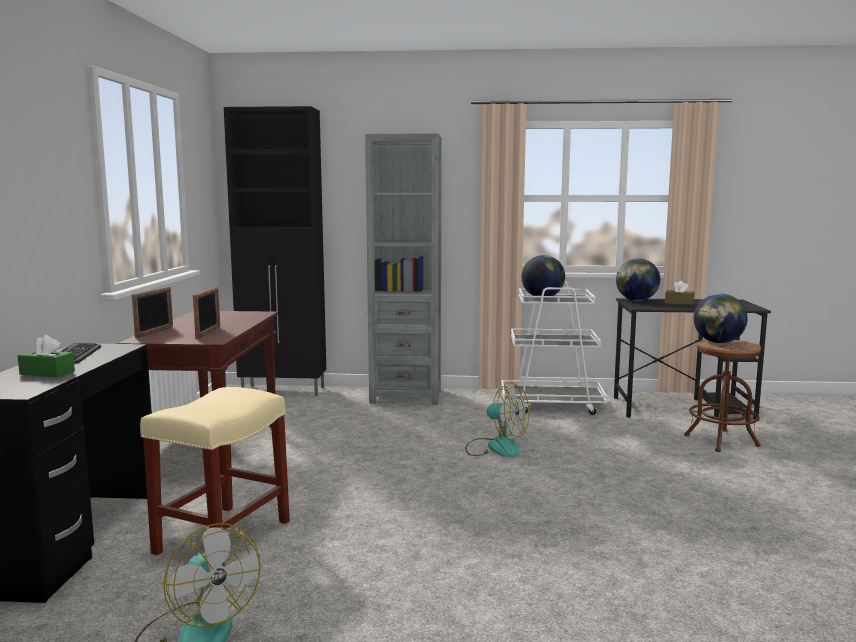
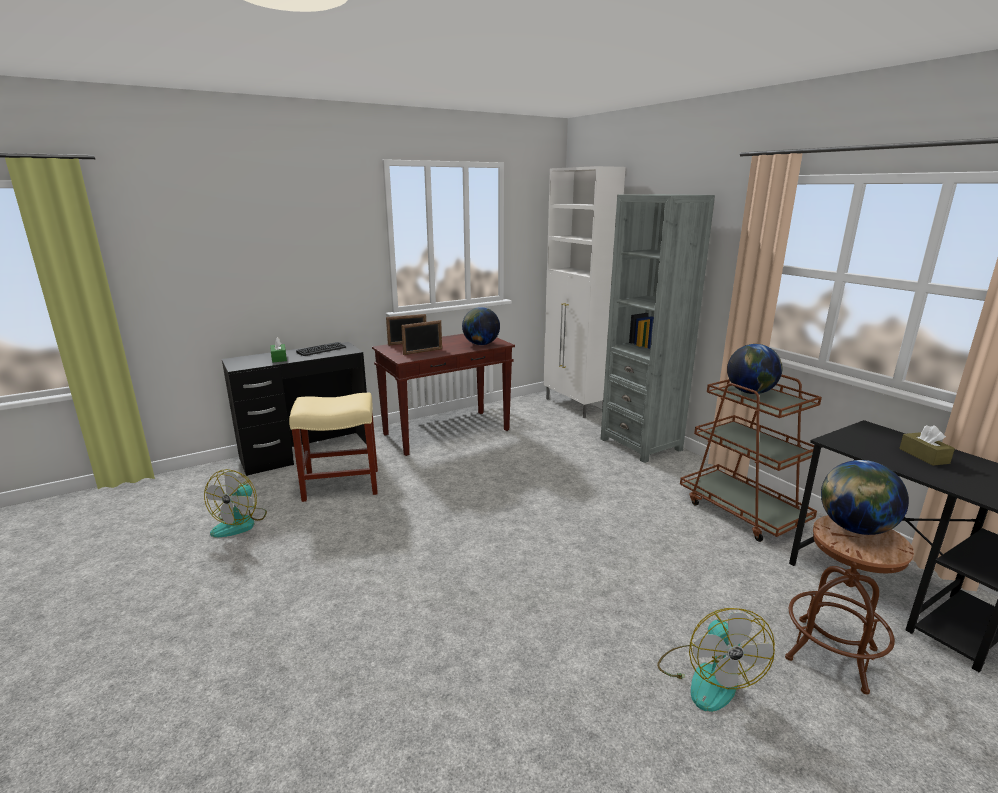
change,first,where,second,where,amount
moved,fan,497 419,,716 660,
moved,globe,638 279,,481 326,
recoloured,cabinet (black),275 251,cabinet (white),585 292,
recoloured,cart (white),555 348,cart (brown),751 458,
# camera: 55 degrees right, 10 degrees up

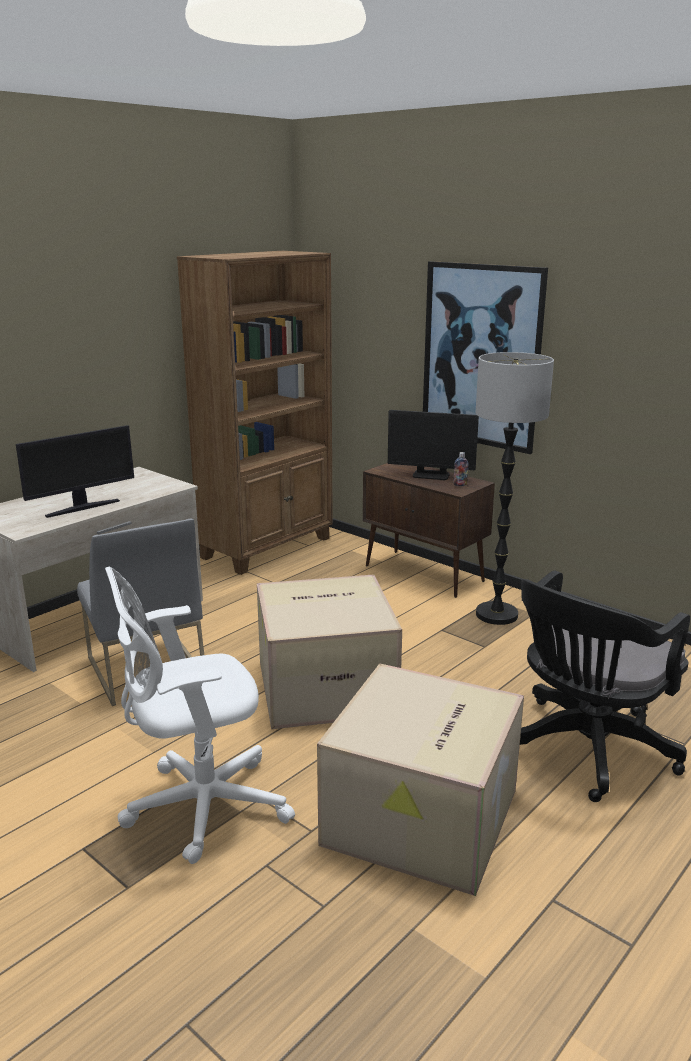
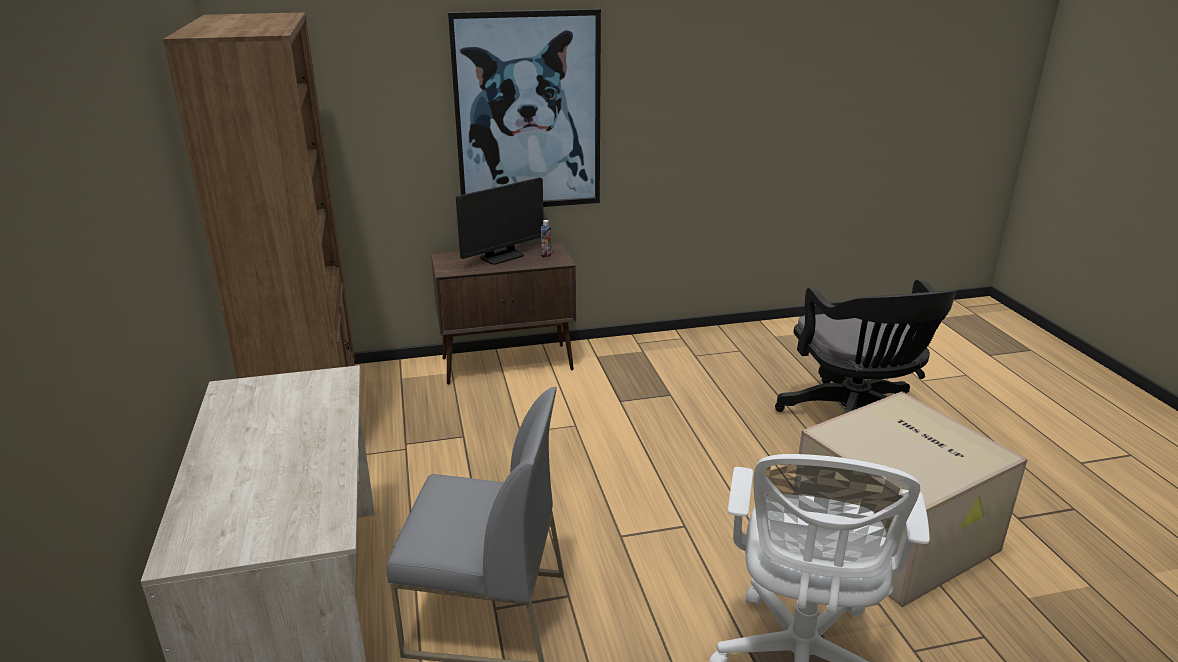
change,first,where,second,where,amount
removed,monitor,75 471,,,
removed,cardboard box,329 651,,,
removed,floor lamp,514 488,,,
# camera: 55 degrees left, 5 degrees up

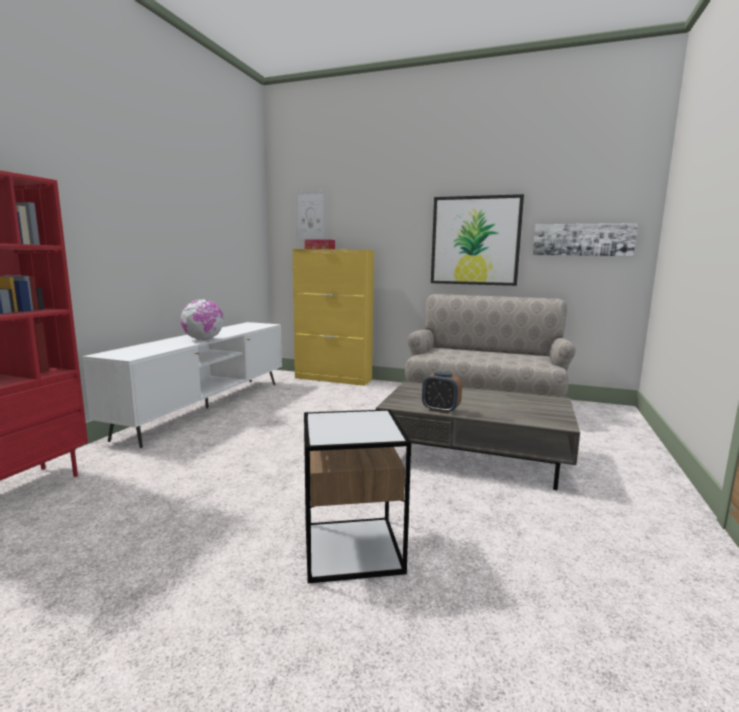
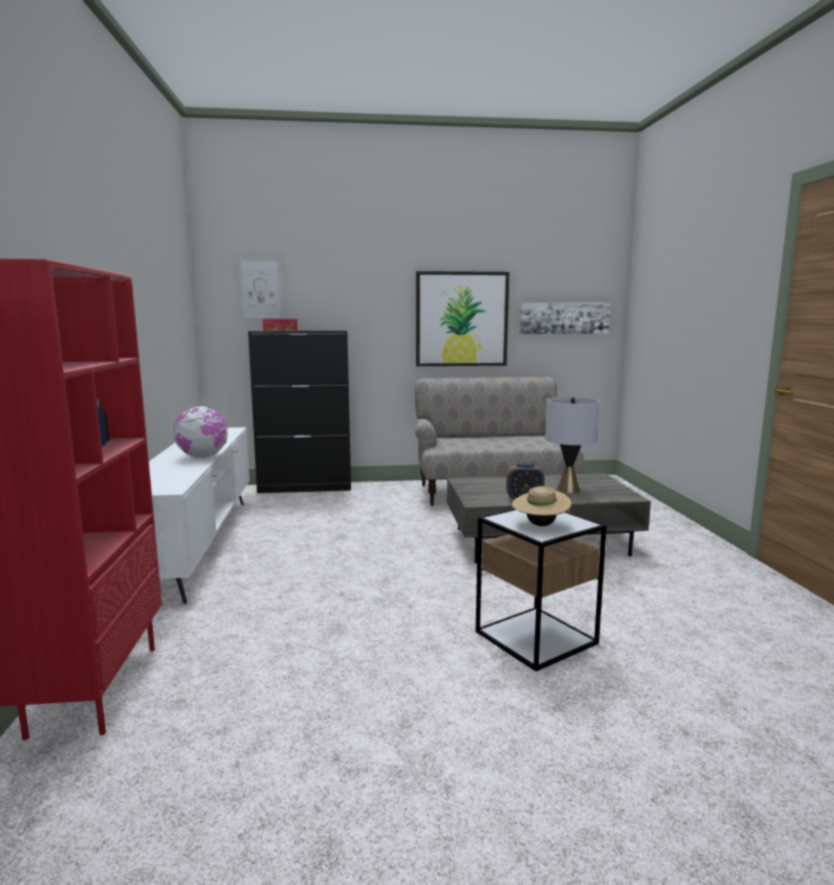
change,first,where,second,where,amount
added,,,hat (beige),541 505,
added,,,table lamp (grey),572 445,
recoloured,cabinet (yellow),333 317,cabinet (black),299 411,
# camera: 25 degrees left, 0 degrees up

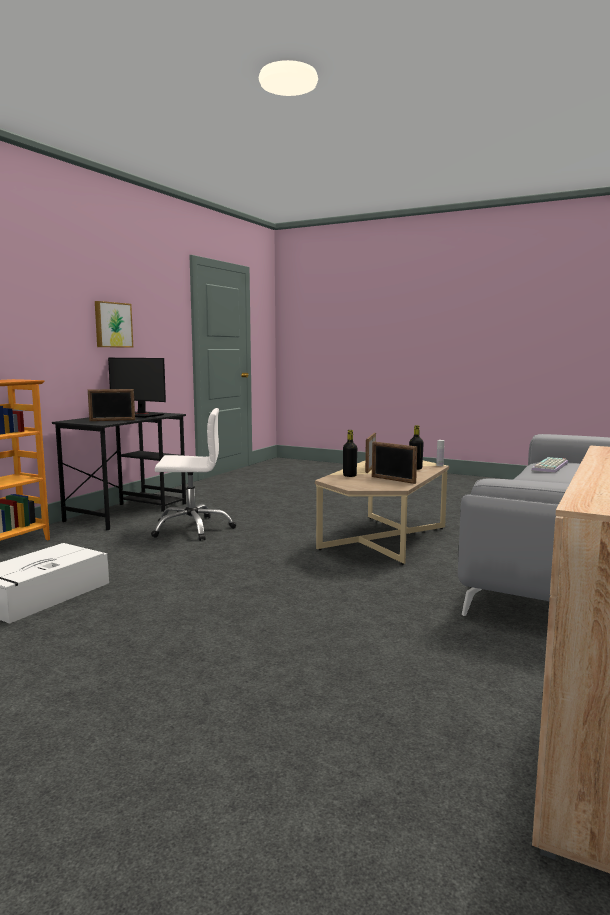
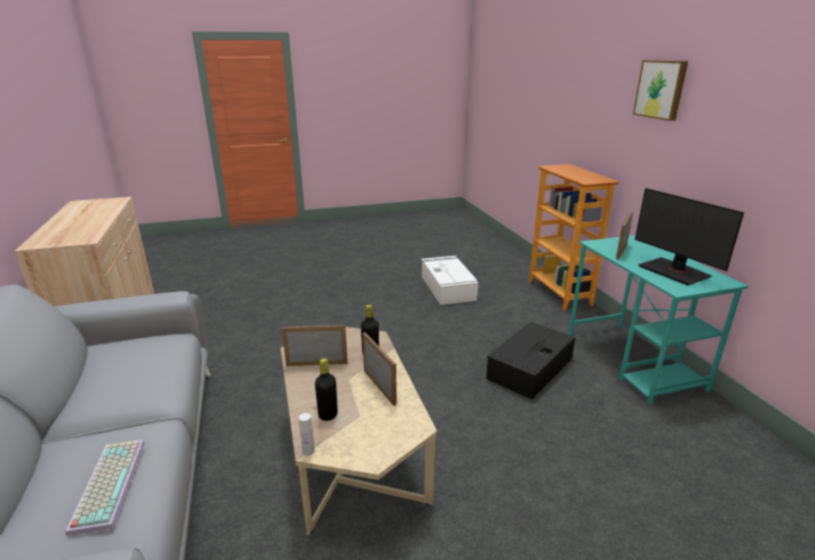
change,first,where,second,where,amount
moved,picture,114 324,,660 90,
replaced,office chair (white),193 474,storage box (black),530 360,
recoloured,desk (black),119 470,desk (turquoise),658 320,
turned,monitor,137 388,,689 236,105 degrees counterclockwise
# camera: 135 degrees right, 15 degrees up

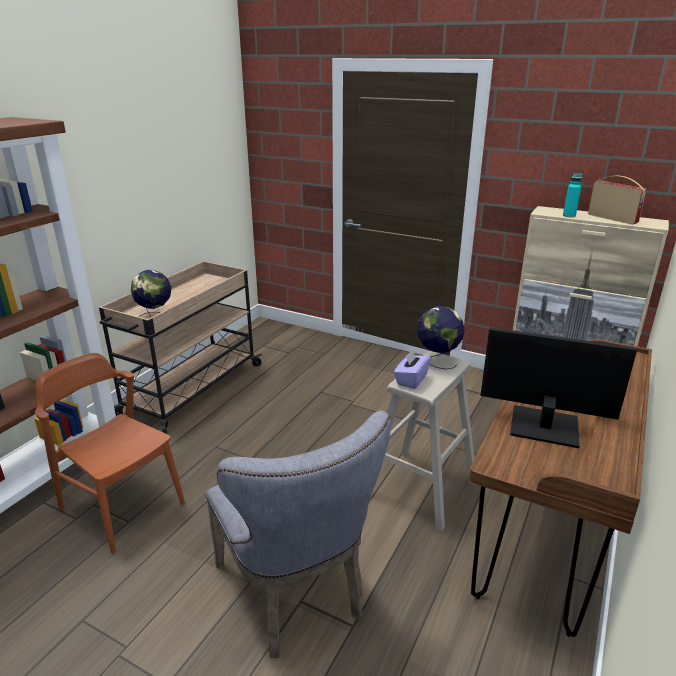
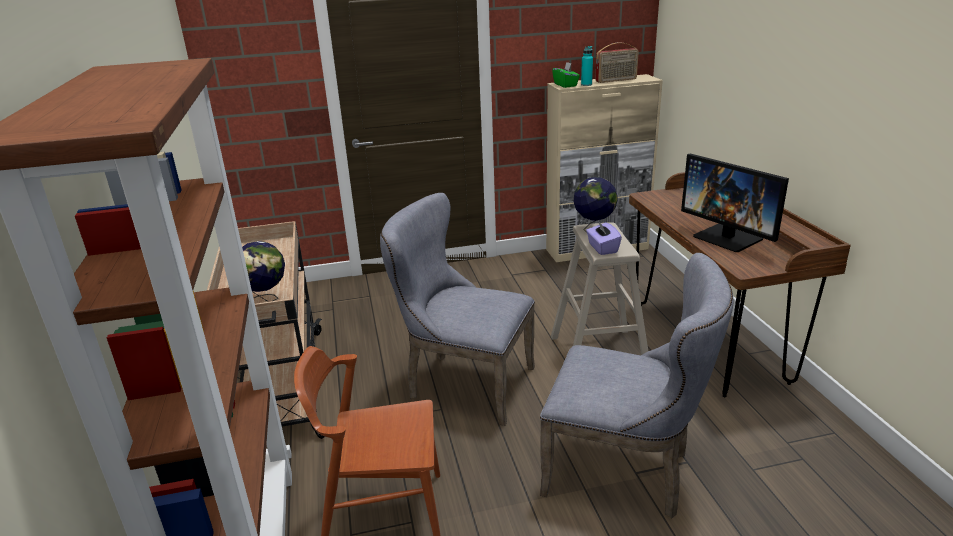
change,first,where,second,where,amount
added,,,chair (grey),457 309,
added,,,tissue box (green),566 75,
turned,monitor,558 387,,735 202,105 degrees counterclockwise
turned,radio,617 200,,617 62,150 degrees clockwise
# camera: 40 degrees left, 0 degrees up

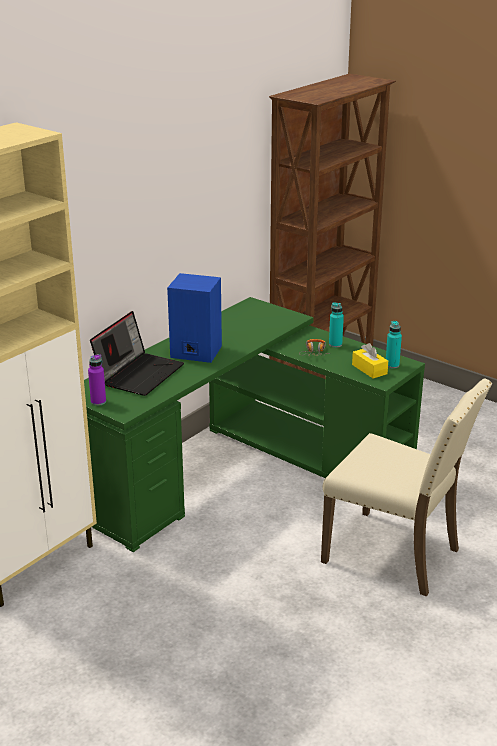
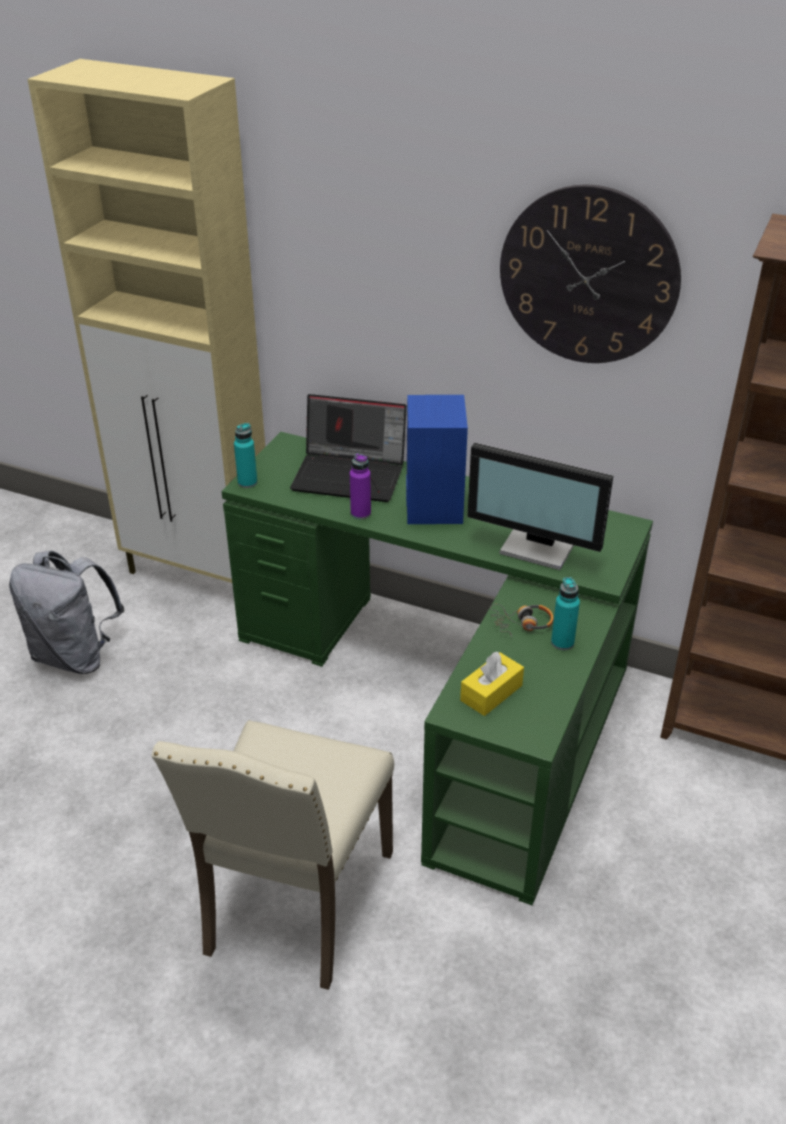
change,first,where,second,where,amount
added,,,backpack (grey),67 612,
added,,,monitor,540 506,
added,,,wall clock,590 274,
moved,bottle (purple),97 380,,360 486,
moved,bottle (turquoise),394 345,,245 455,
# camera: 75 degrees right, 10 degrees up

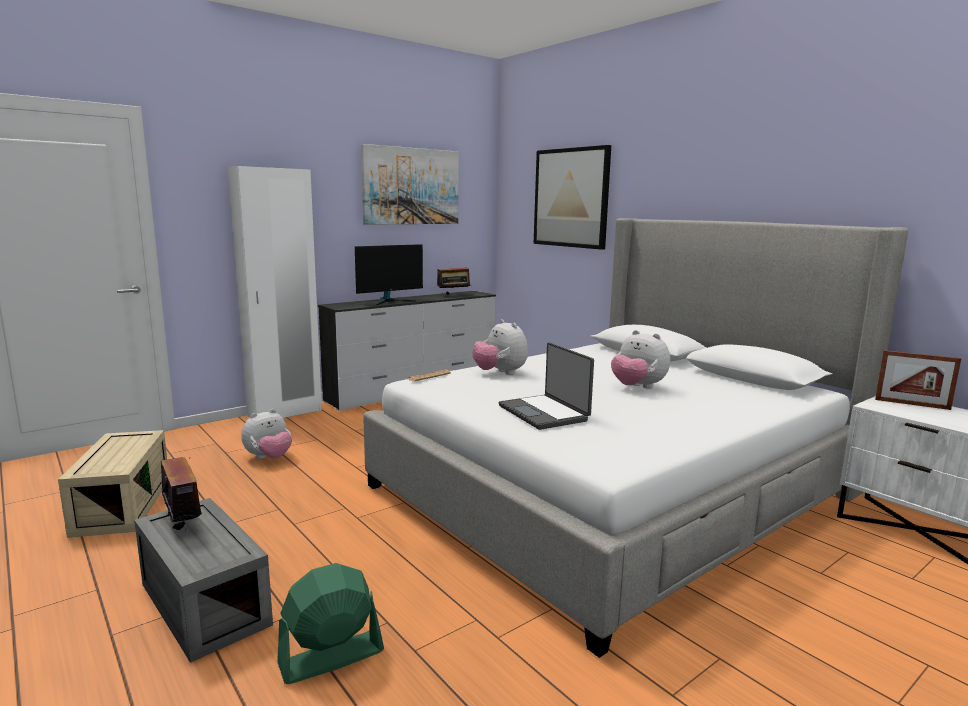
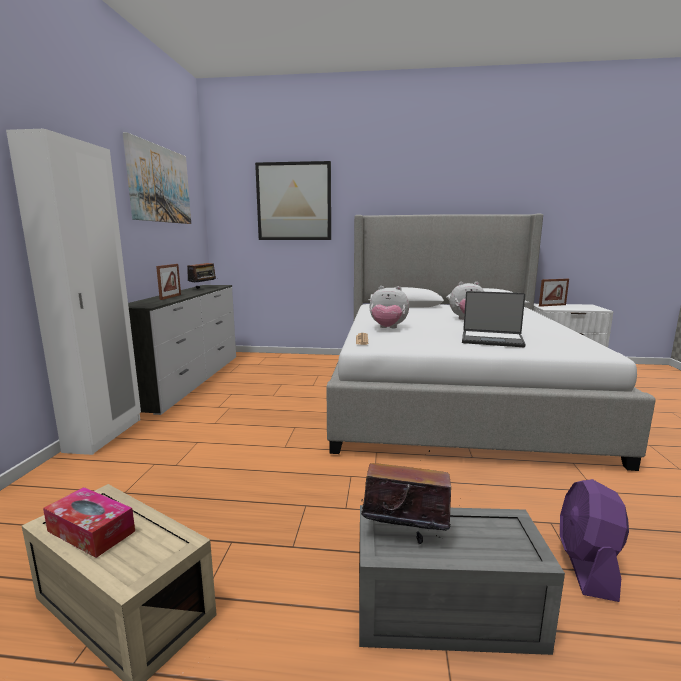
change,first,where,second,where,amount
removed,plush toy,266 434,,,
added,,,tissue box,89 522,
replaced,monitor,389 274,picture frame,168 282,
recoloured,fan (green),330 623,fan (purple),594 540,
# camera: 45 degrees left, 0 degrees up

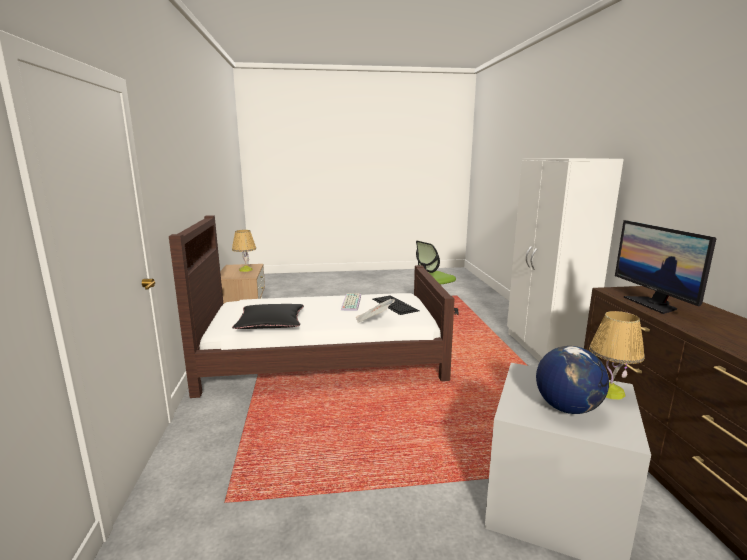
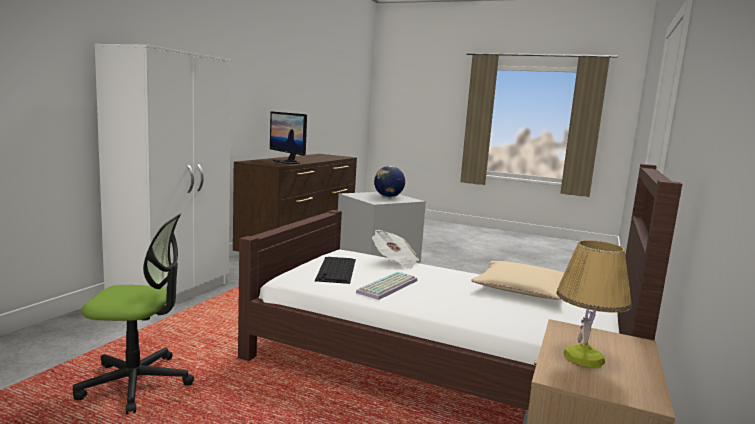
change,first,where,second,where,amount
removed,table lamp,617 355,,,
recoloured,pillow (black),268 316,pillow (beige),517 280,
turned,monitor,666 267,,288 137,120 degrees clockwise
# camera: 150 degrees left, 5 degrees down

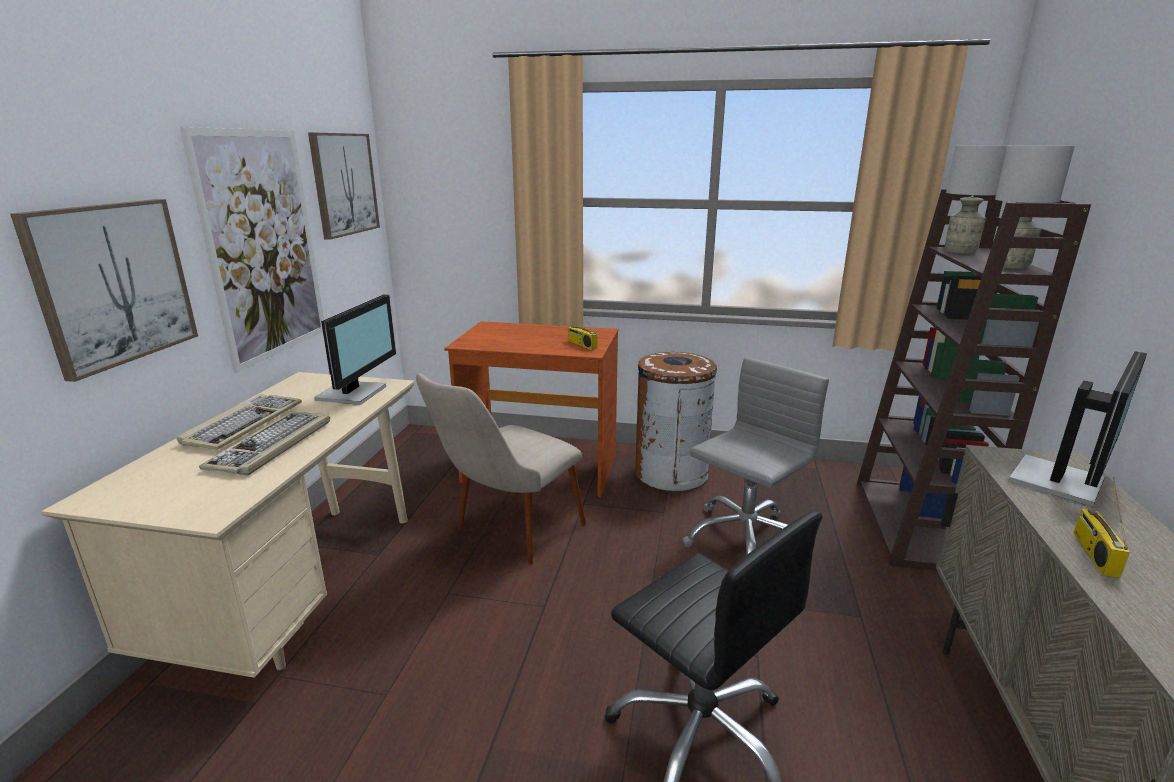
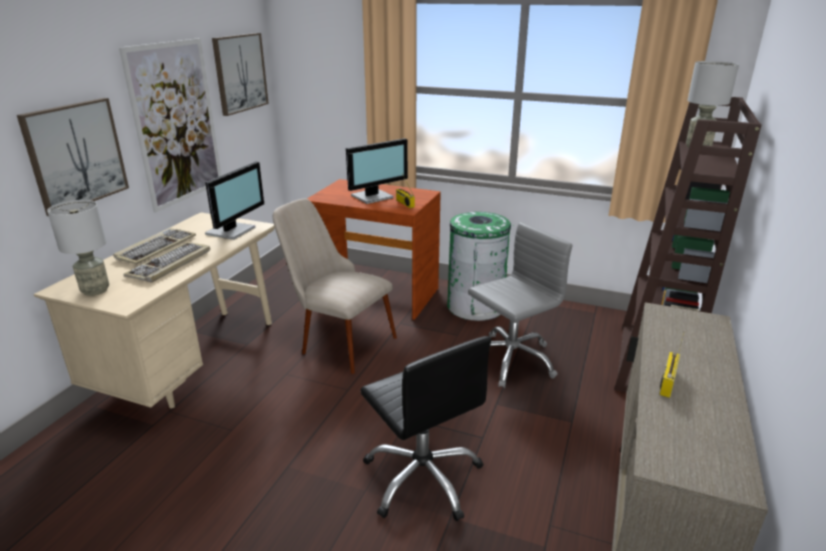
change,first,where,second,where,amount
moved,table lamp (grey),1035 207,,78 248,
moved,monitor,1077 429,,377 171,
recoloured,trash can (brown),677 421,trash can (green),479 266,
turned,chair (beige),501 469,,335 286,75 degrees clockwise
# camera: 10 degrees right, 5 degrees up

